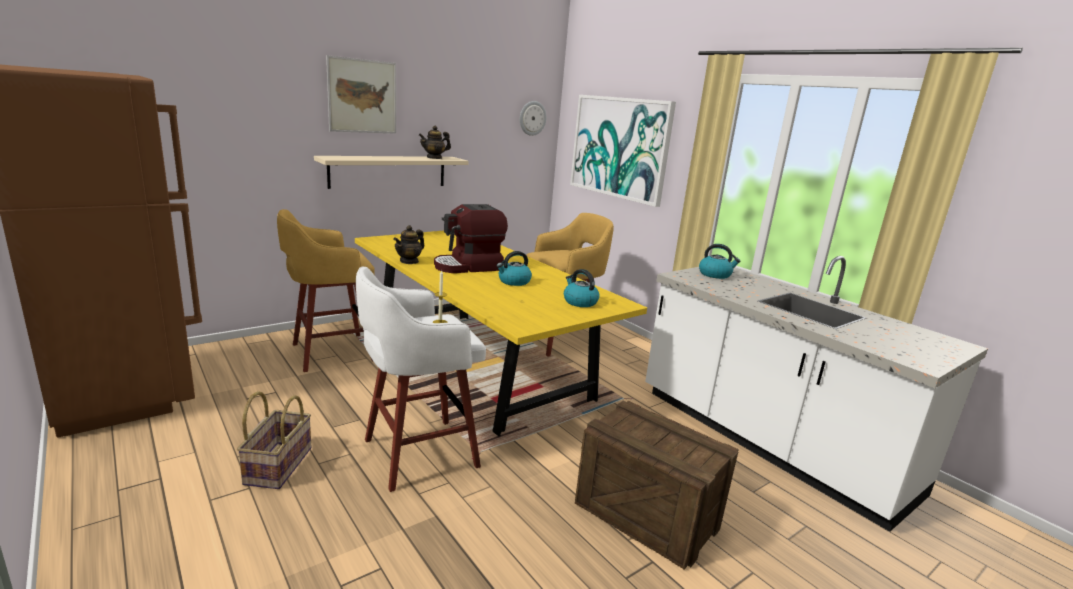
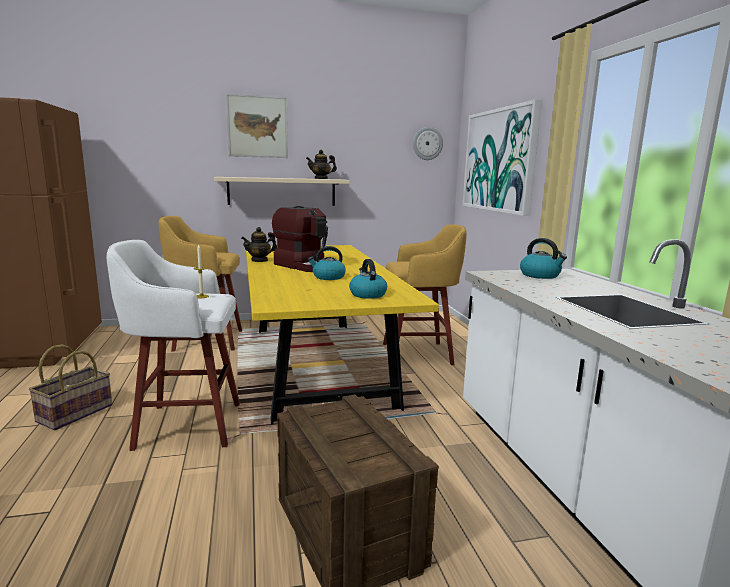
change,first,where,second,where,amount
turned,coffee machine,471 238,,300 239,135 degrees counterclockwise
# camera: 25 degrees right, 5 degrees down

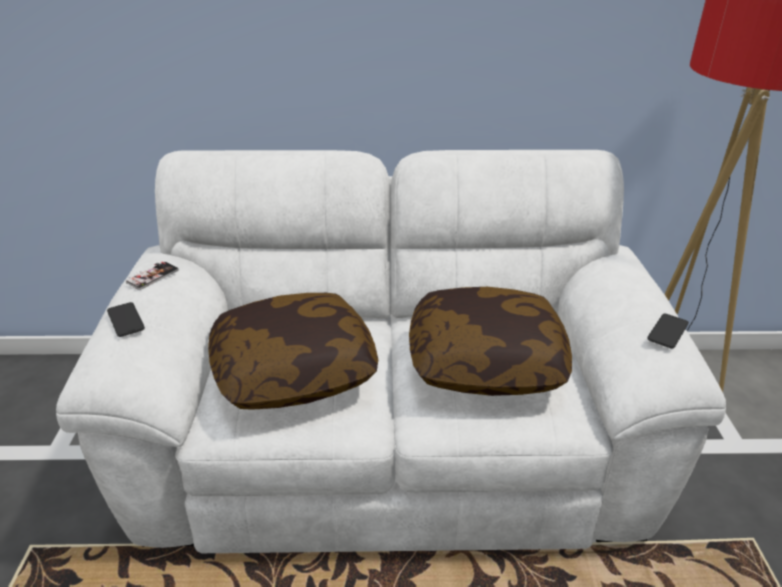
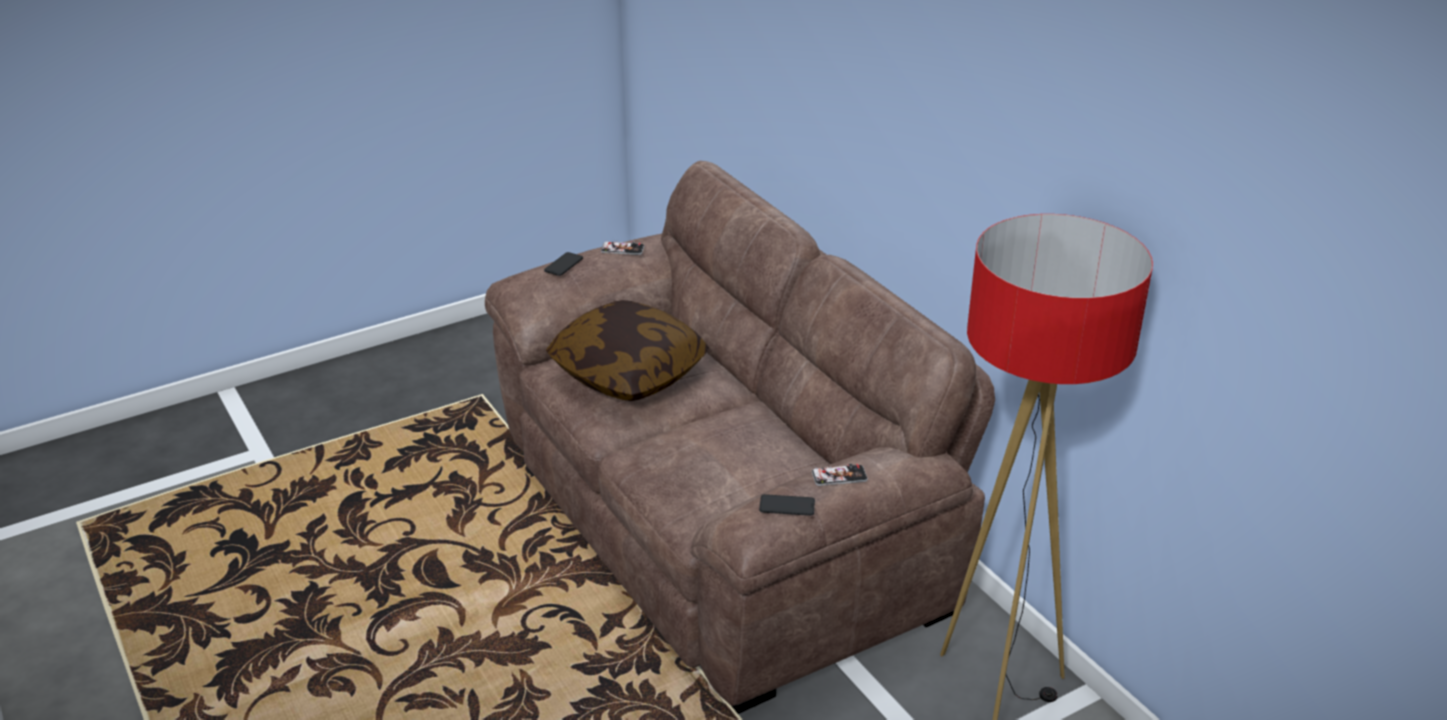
change,first,where,second,where,amount
removed,pillow,490 341,,,
added,,,phone,840 475,
recoloured,sofa (white),391 351,sofa (brown),740 437,
# camera: 60 degrees right, 0 degrees up

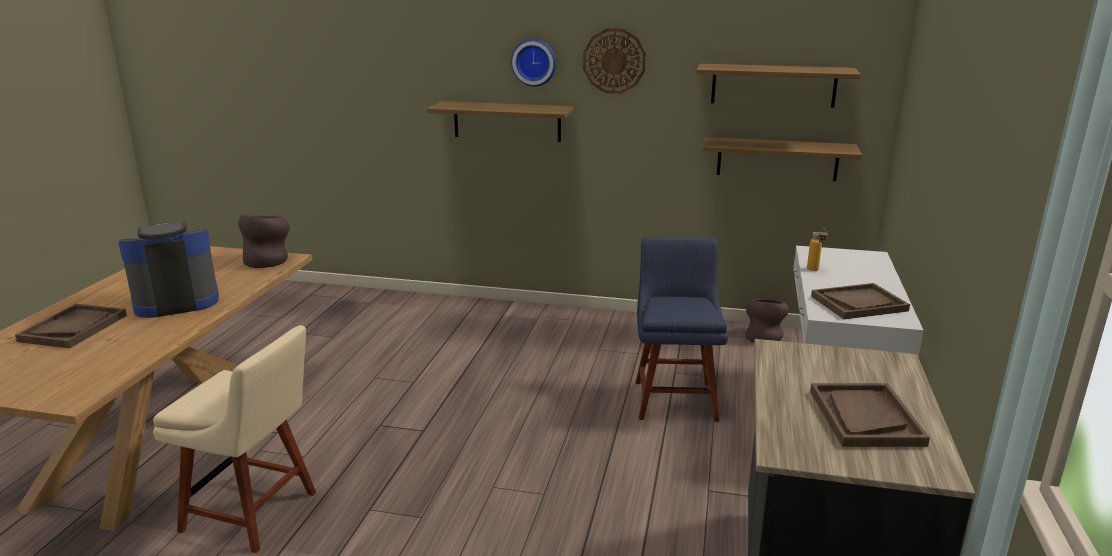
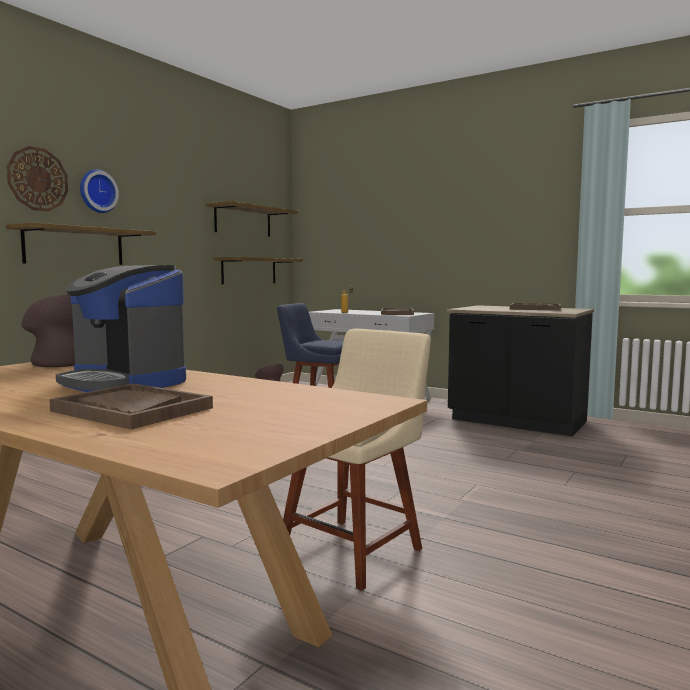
change,first,where,second,where,amount
moved,wall clock,614 61,,37 179,
turned,coffee machine,168 270,,121 328,45 degrees counterclockwise
# camera: 70 degrees left, 15 degrees down

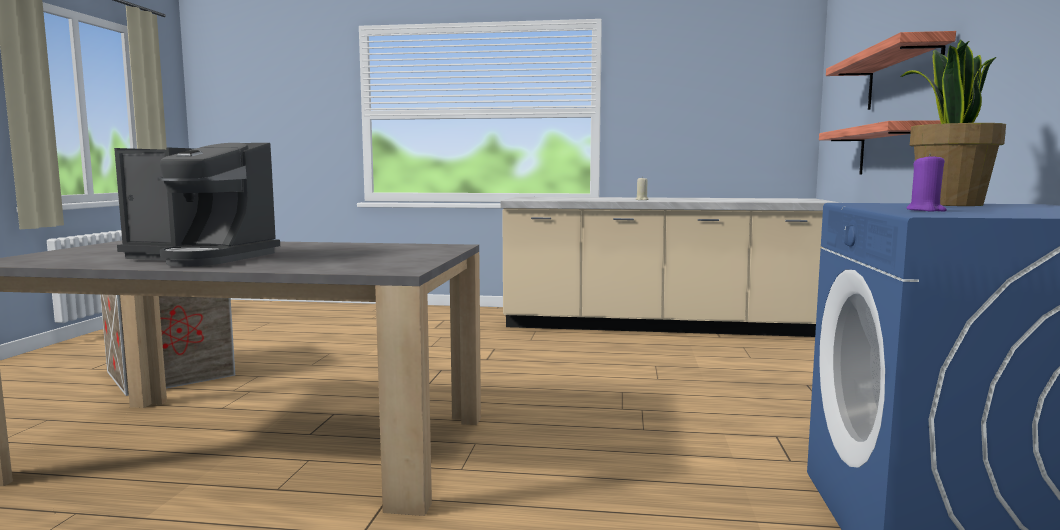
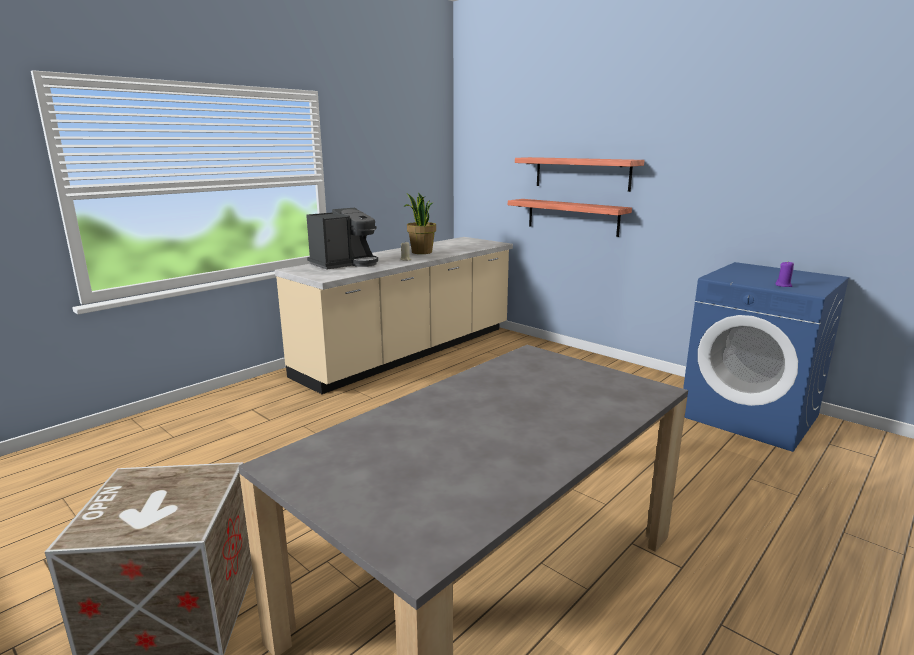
change,first,where,second,where,amount
moved,coffee machine,197 205,,342 238,
moved,potted plant,953 122,,420 223,
# camera: 55 degrees left, 10 degrees up

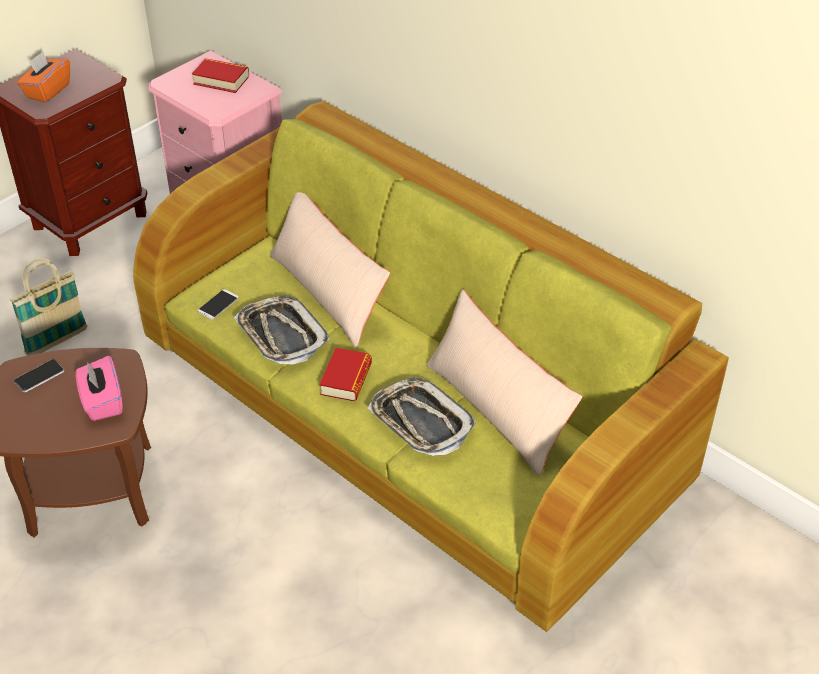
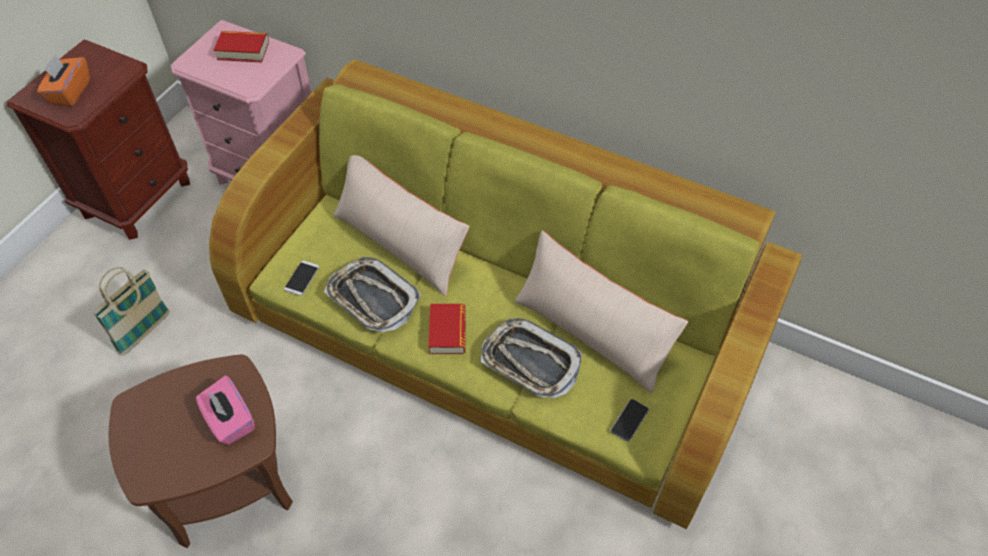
change,first,where,second,where,amount
moved,phone,39 375,,629 420,
# camera: 15 degrees left, 10 degrees up

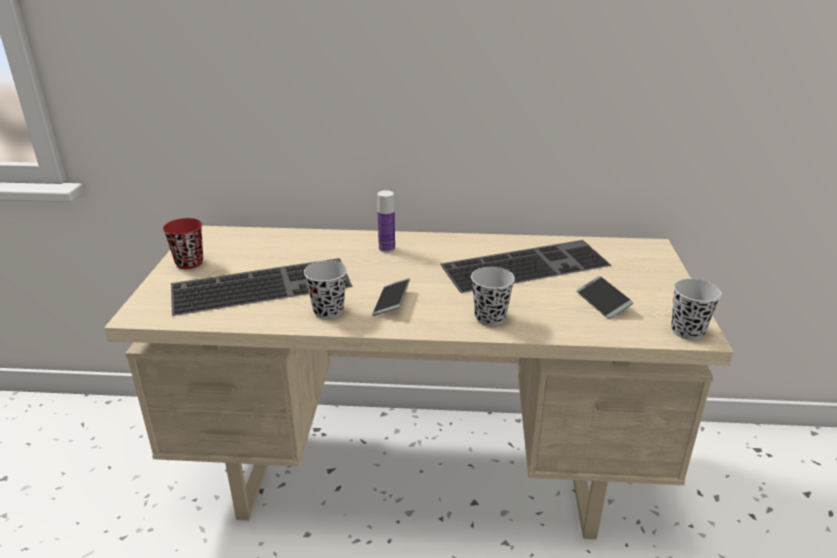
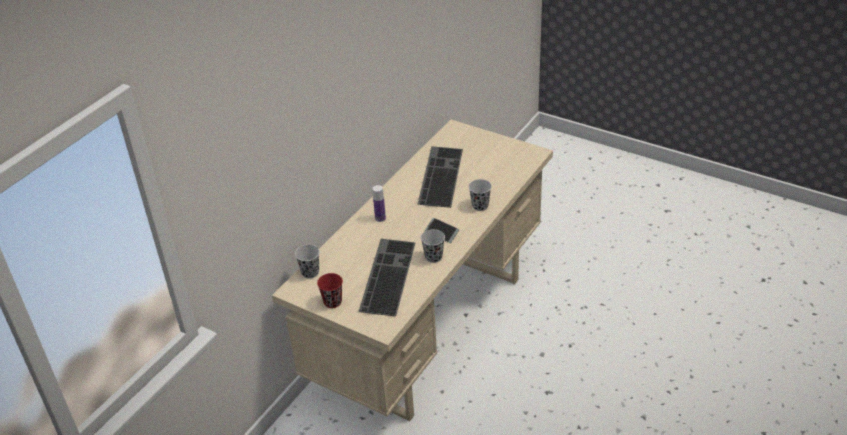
change,first,where,second,where,amount
removed,phone,605 297,,,
moved,cup (black),696 309,,307 262,
# camera: 60 degrees left, 10 degrees up

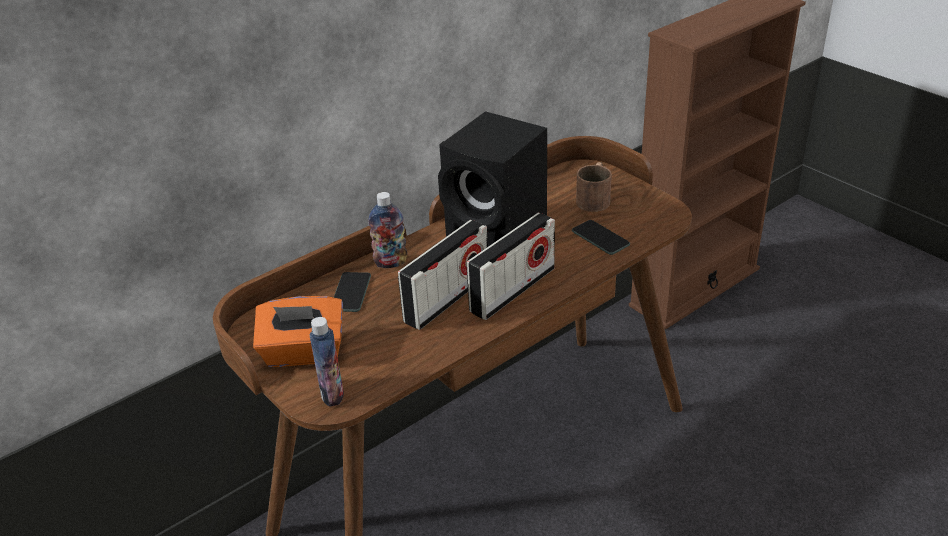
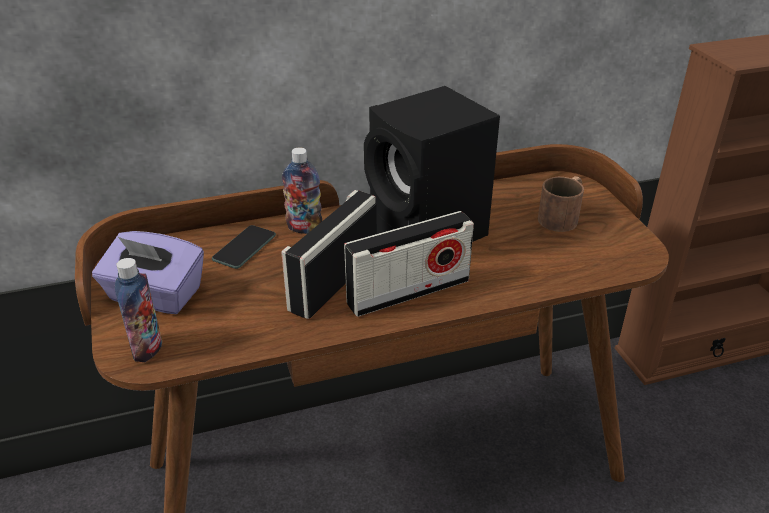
change,first,where,second,where,amount
removed,phone,601 237,,,
recoloured,tissue box (orange),298 331,tissue box (purple),148 272,
turned,radio,443 275,,329 254,150 degrees clockwise
# camera: 20 degrees right, 0 degrees up

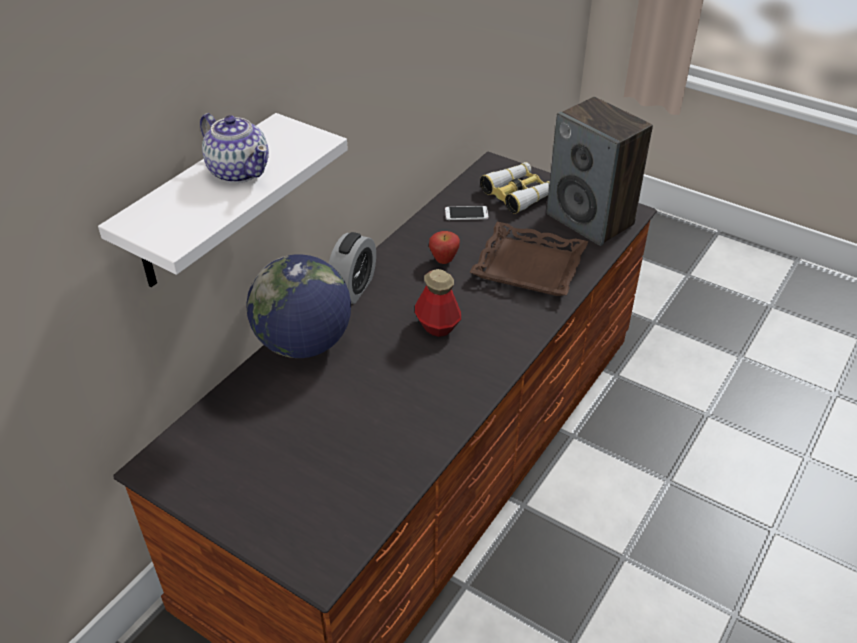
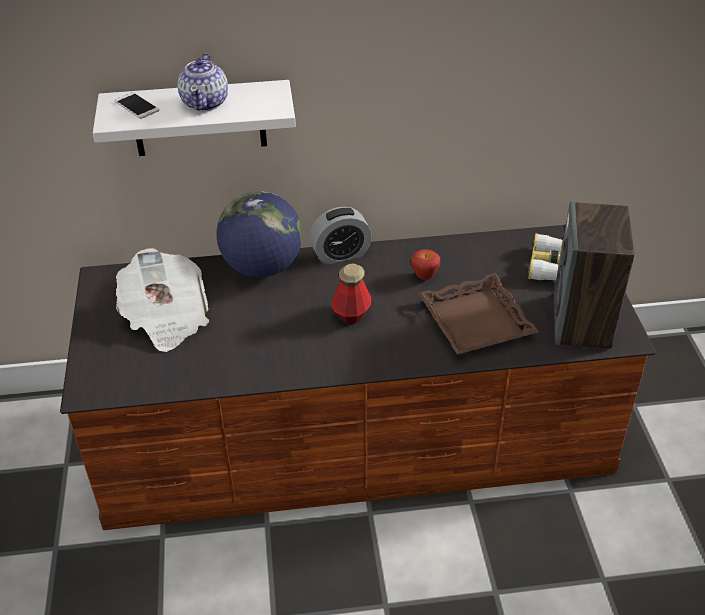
change,first,where,second,where,amount
added,,,newspaper,162 300,
moved,phone,467 213,,137 105,
# camera: 50 degrees right, 0 degrees up

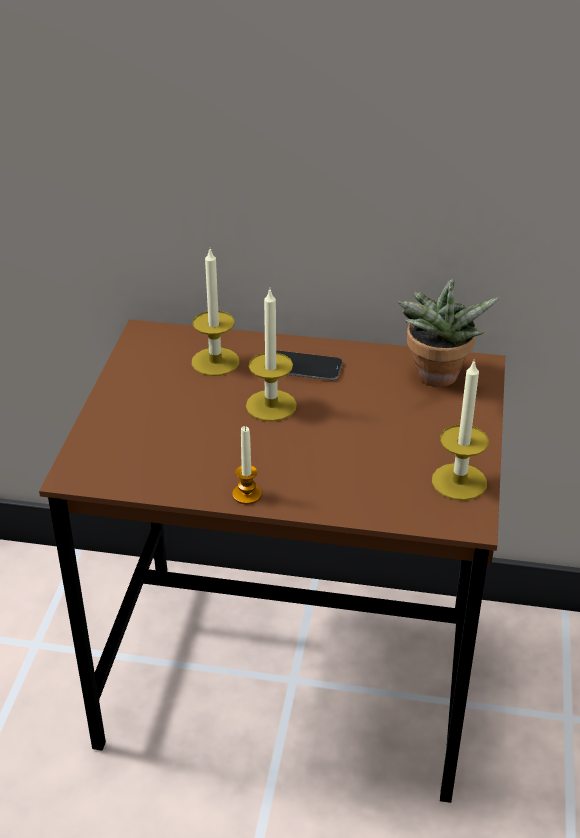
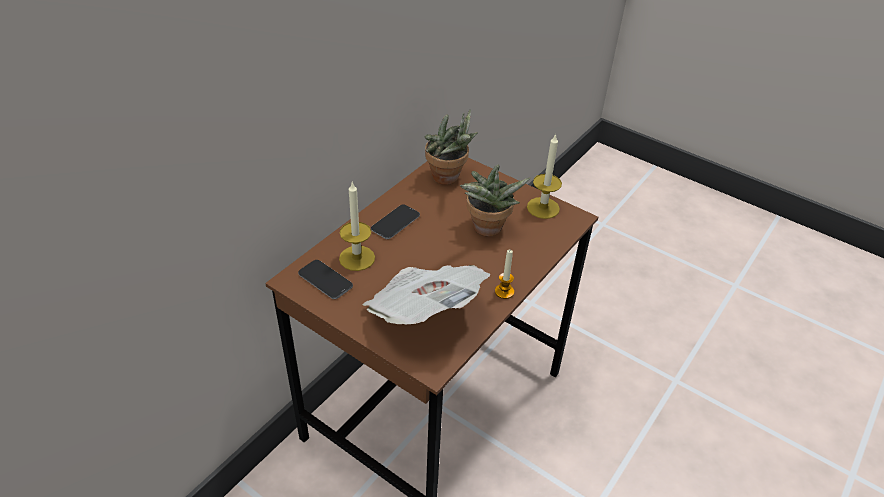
change,first,where,second,where,amount
removed,candle,271 356,,,
added,,,phone,325 279,
added,,,newspaper,426 294,
added,,,potted plant,494 201,
# camera: 65 degrees left, 5 degrees up

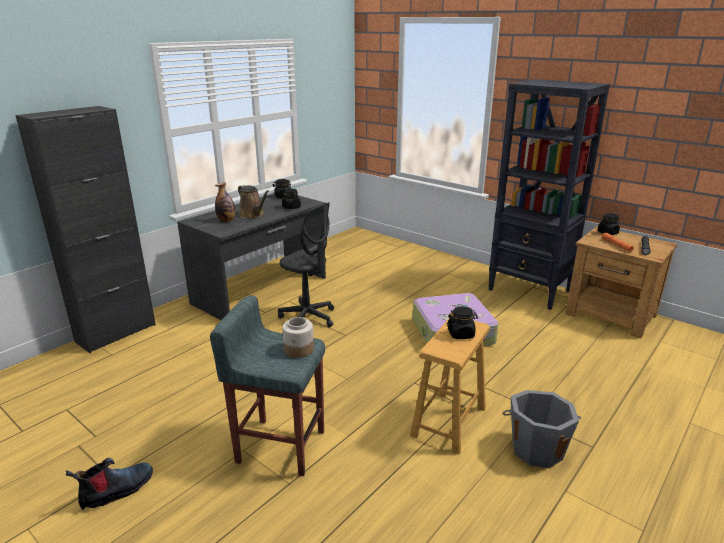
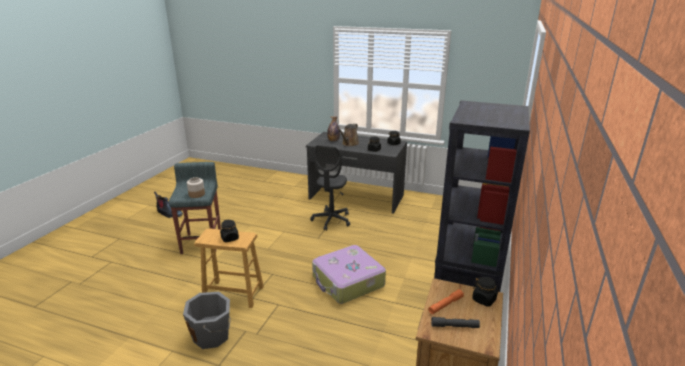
change,first,where,second,where,amount
removed,cabinet (black),85 229,,,
# camera: 70 degrees right, 0 degrees up

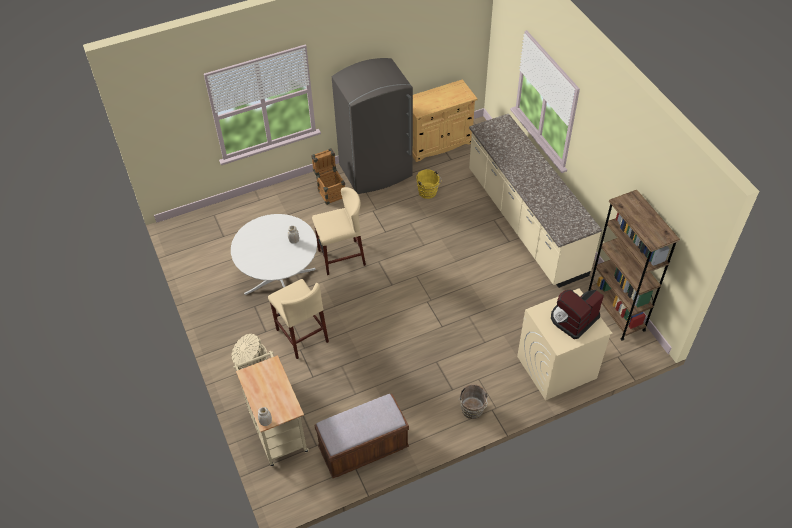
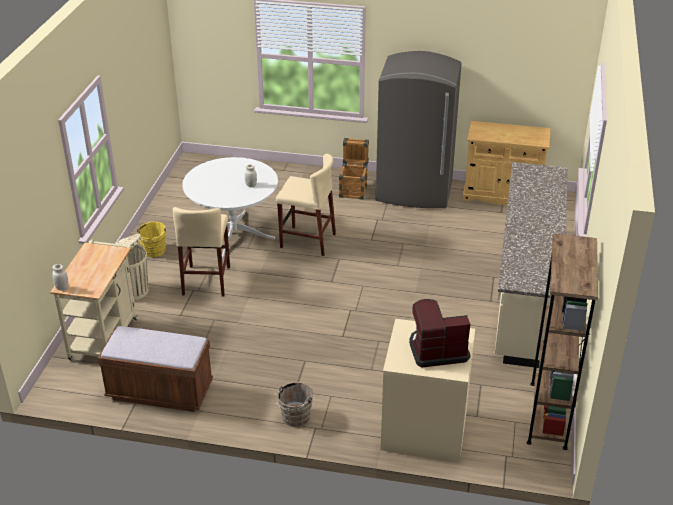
change,first,where,second,where,amount
moved,bucket (yellow),428 184,,151 239,
# camera: 35 degrees right, 15 degrees down

